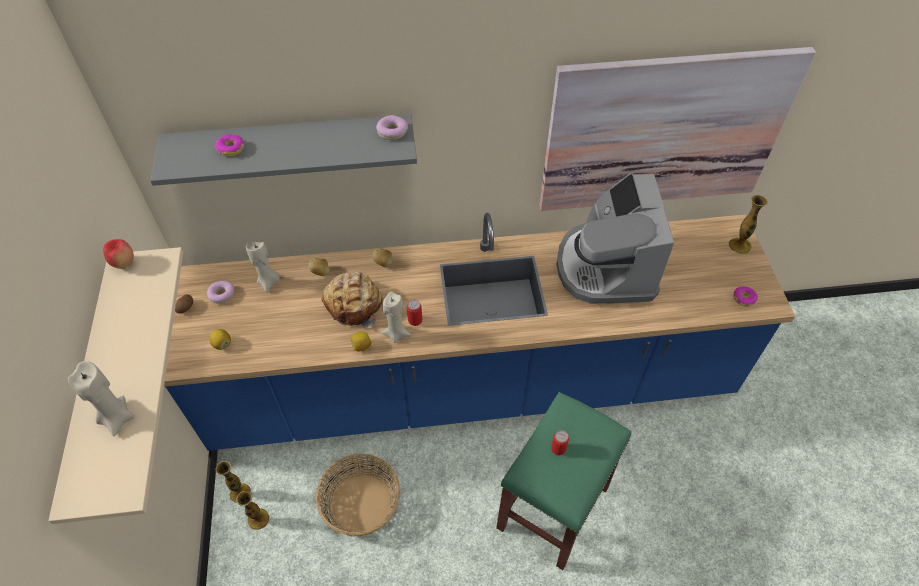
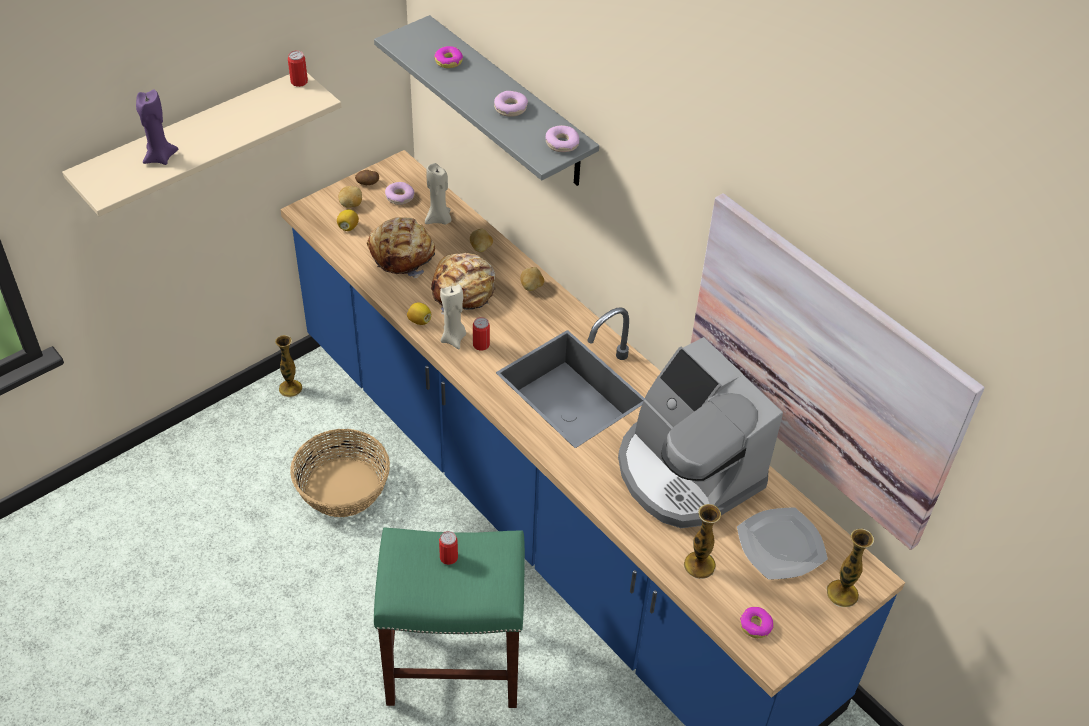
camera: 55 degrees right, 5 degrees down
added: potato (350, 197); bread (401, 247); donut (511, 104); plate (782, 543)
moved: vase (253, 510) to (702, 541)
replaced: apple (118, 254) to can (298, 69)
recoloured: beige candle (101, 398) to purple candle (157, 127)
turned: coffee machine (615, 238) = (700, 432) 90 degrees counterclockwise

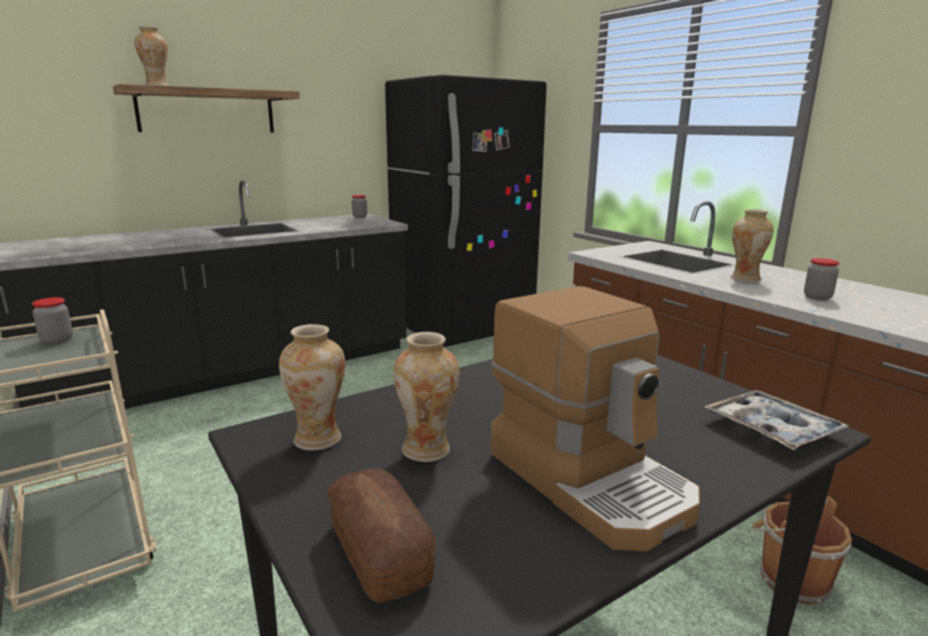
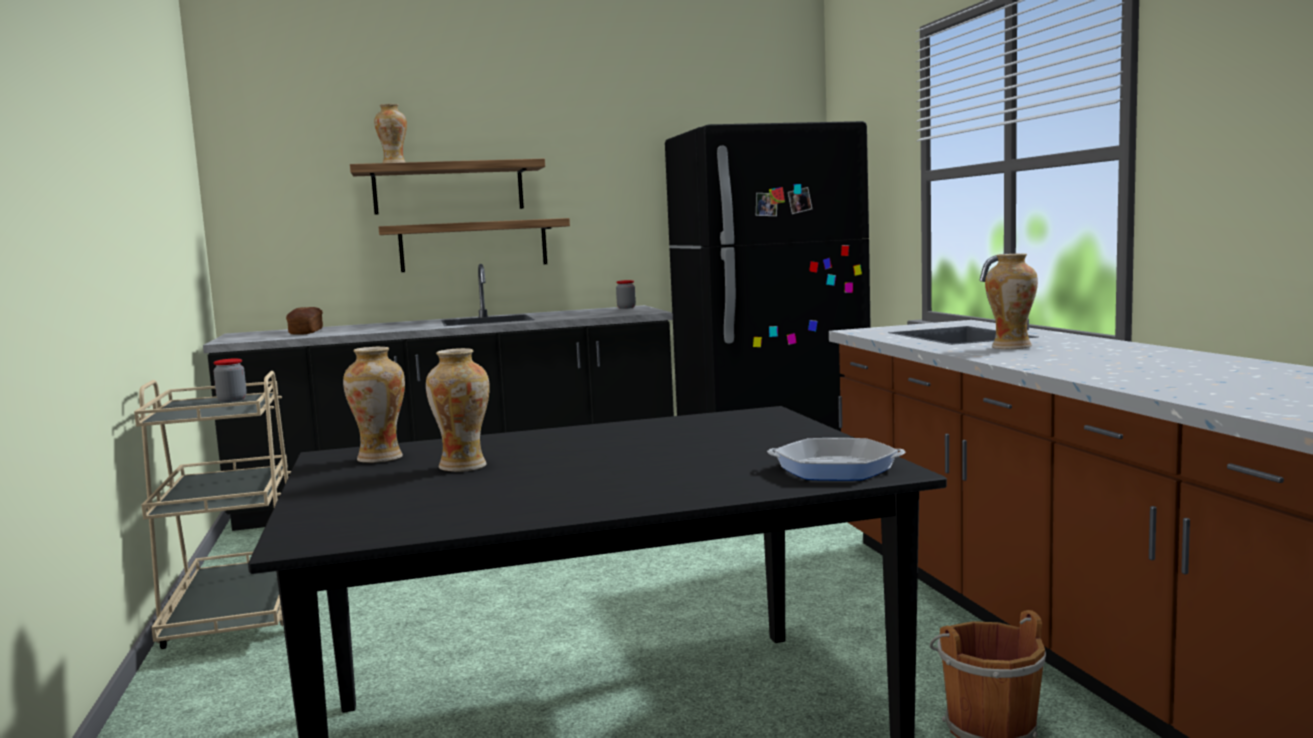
camera: 20 degrees right, 10 degrees down
removed: coffee machine (595, 418); jar (821, 279)
added: shelf (474, 245)
moved: bread (381, 535) to (304, 321)
replaced: tray (776, 420) to frying pan (836, 459)

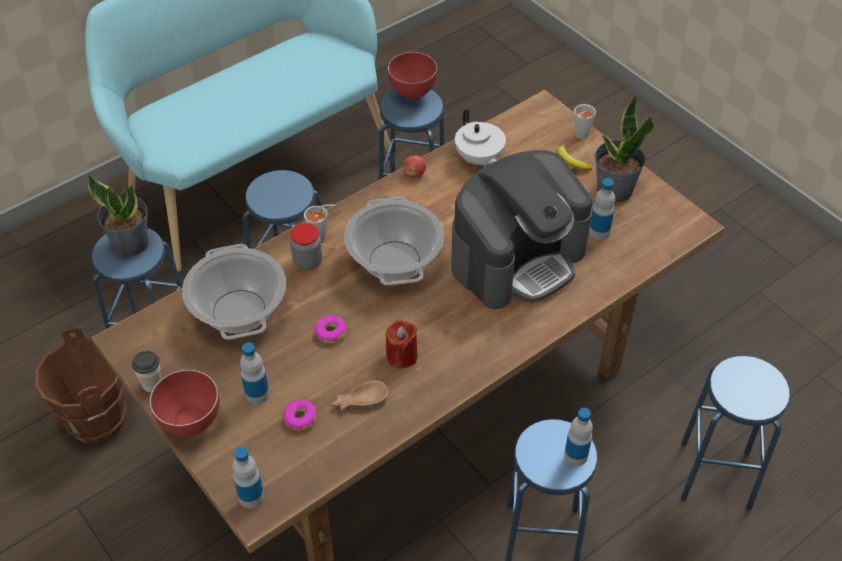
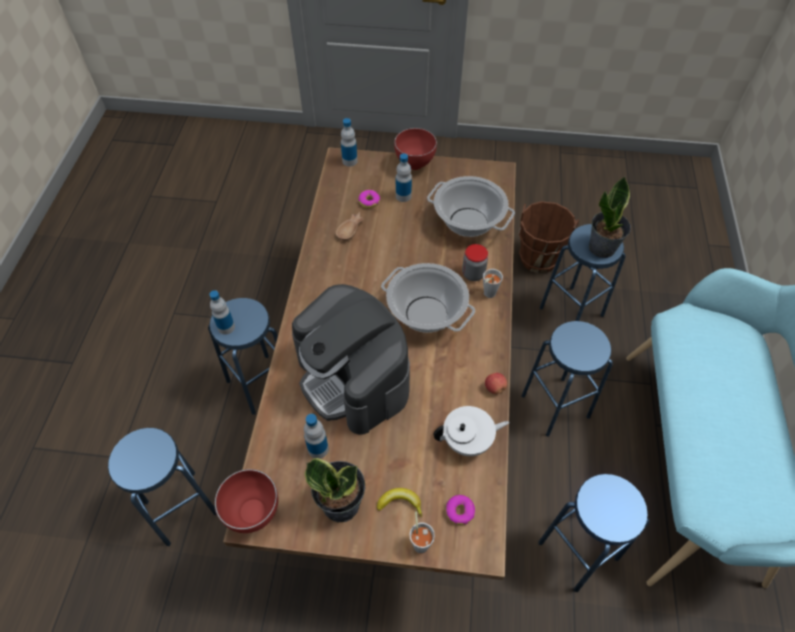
camera: 135 degrees right, 5 degrees up
removed: cup (147, 372); red candle (402, 344)
moved: red bowl (412, 76) to (246, 501); donut (330, 329) to (460, 510)
turned: coffee machine (522, 229) = (351, 359) 45 degrees counterclockwise; white teapot (480, 138) = (471, 431) 150 degrees clockwise

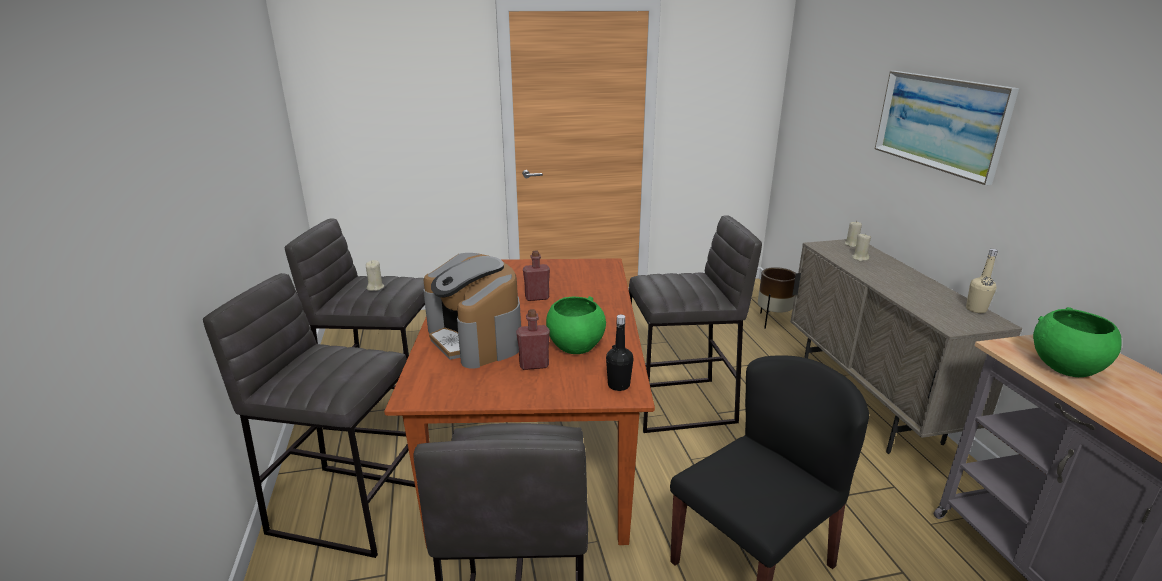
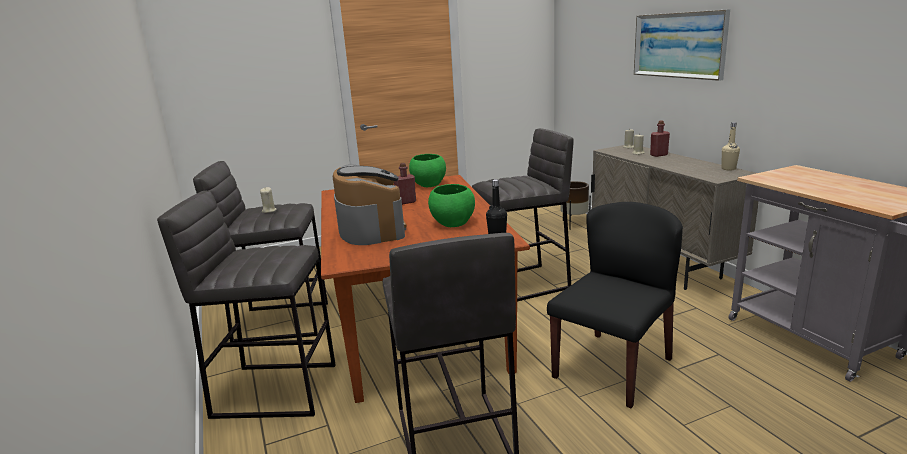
camera: 10 degrees left, 5 degrees down
moved: green bowl (1077, 342) to (427, 170); red bottle (533, 339) to (660, 139)
turned: coffee machine (472, 310) = (369, 204) 150 degrees counterclockwise

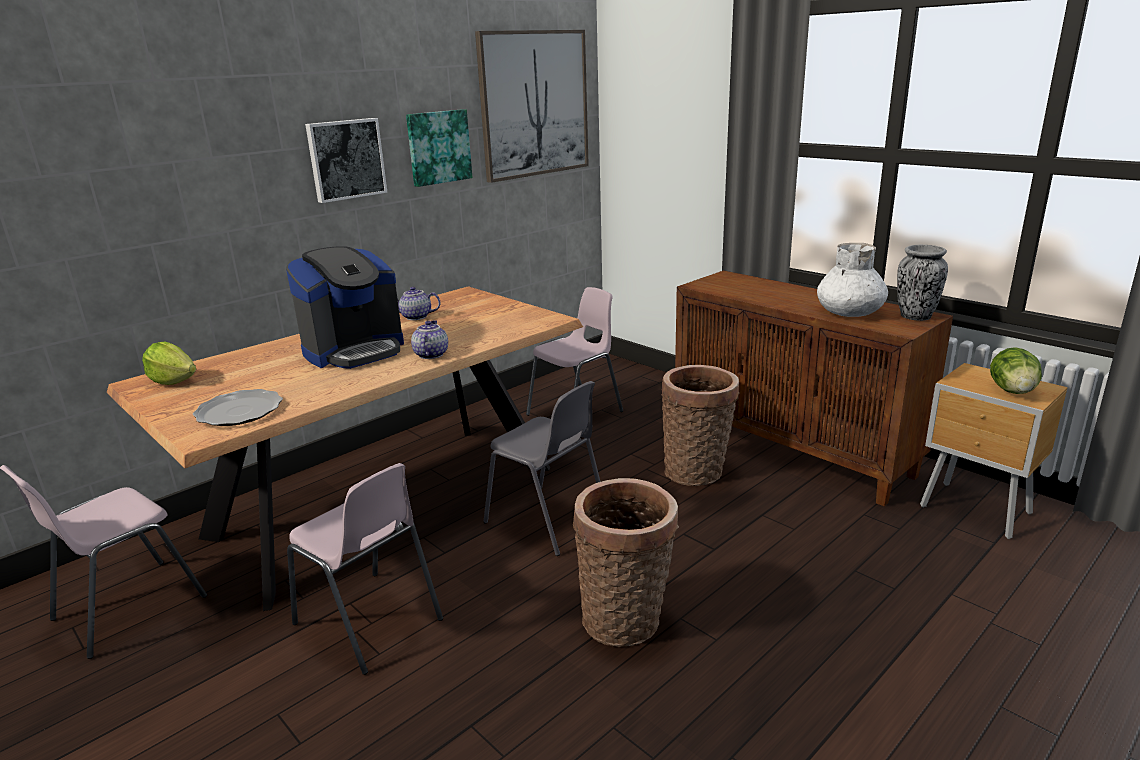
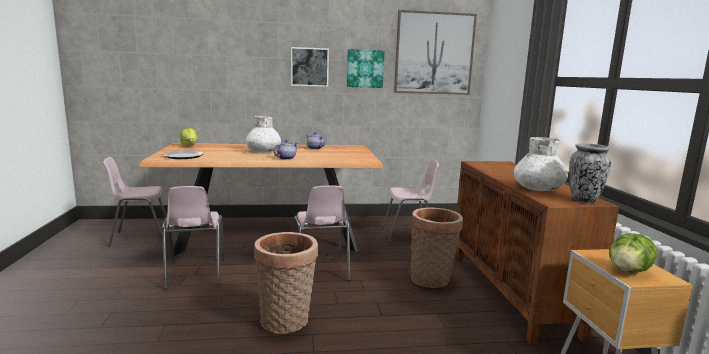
camera: 35 degrees right, 10 degrees down
replaced: coffee machine (345, 307) to white vase (263, 134)
recoloured: grey chair (541, 468) to pink chair (322, 233)

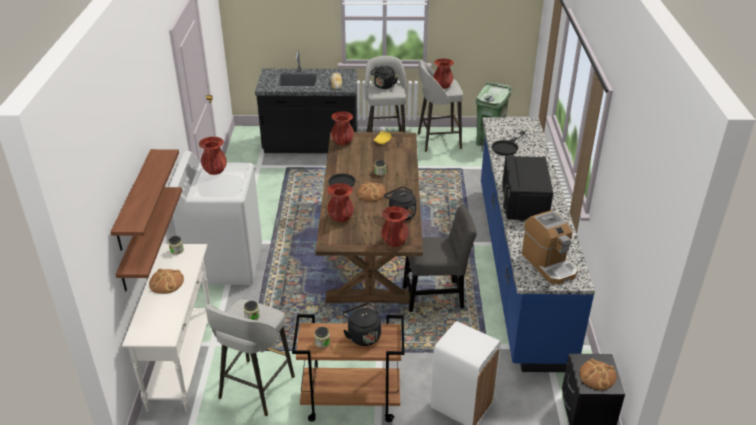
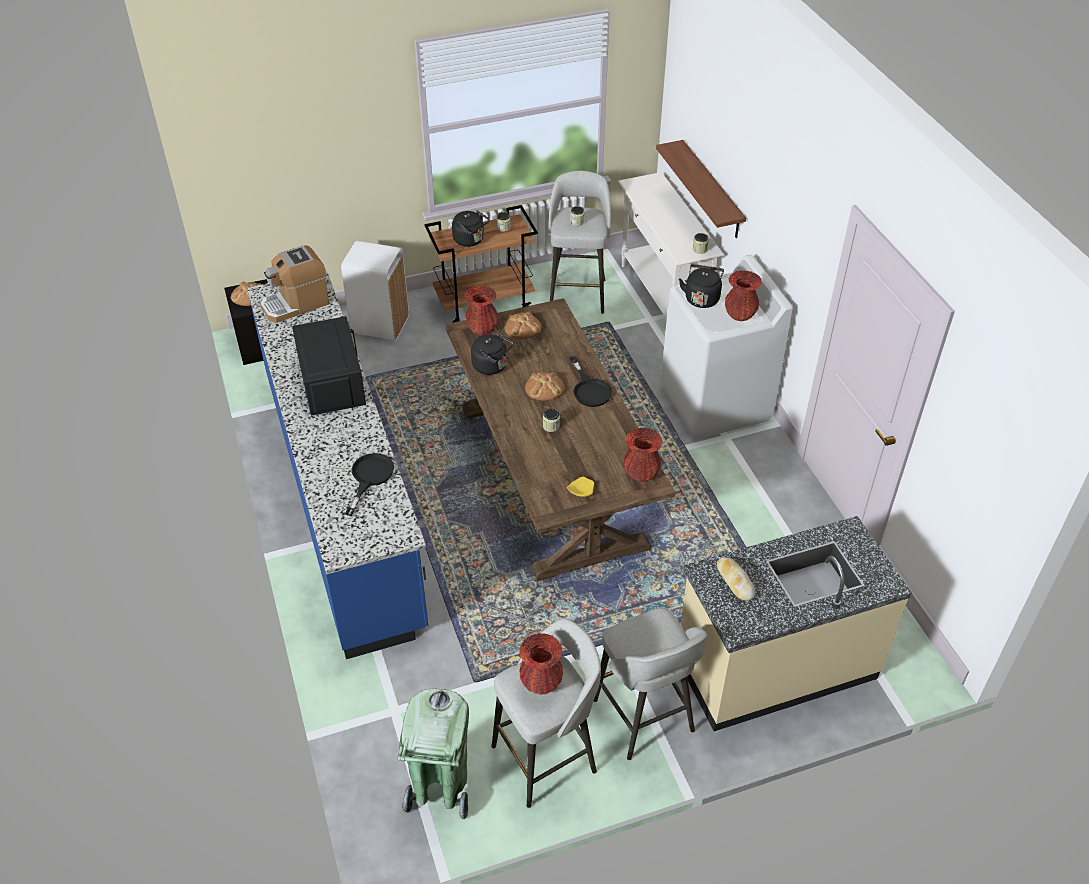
camera: 160 degrees right, 10 degrees up
removed: shelf (145, 200); red vase (340, 202); grey chair (440, 258)
moved: bread (166, 281) to (523, 325); black kettle (384, 77) to (701, 286)
recoloured: black counter (306, 101) to beige counter (796, 623)
turned: coffee machine (550, 247) = (294, 284) 75 degrees counterclockwise

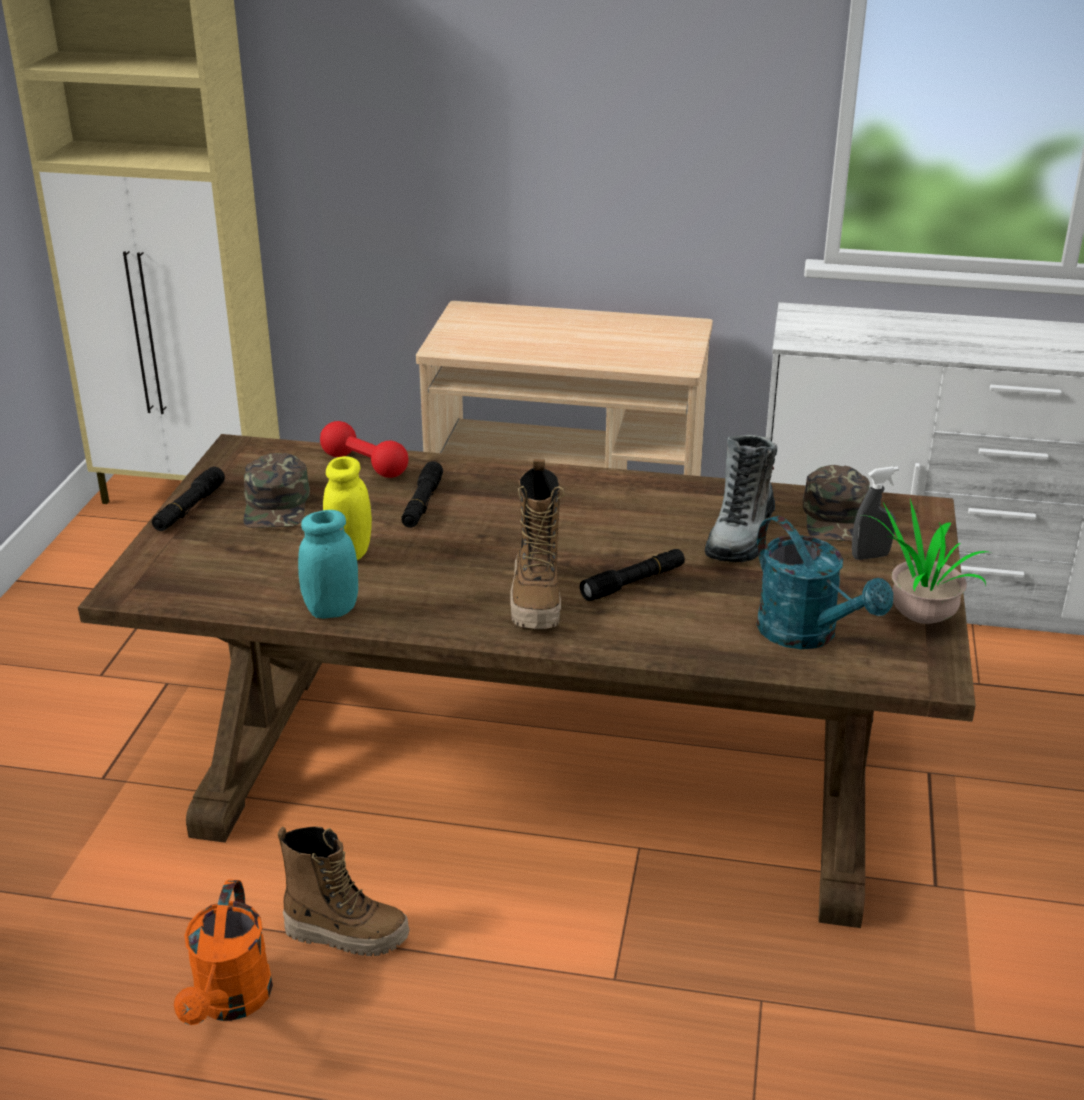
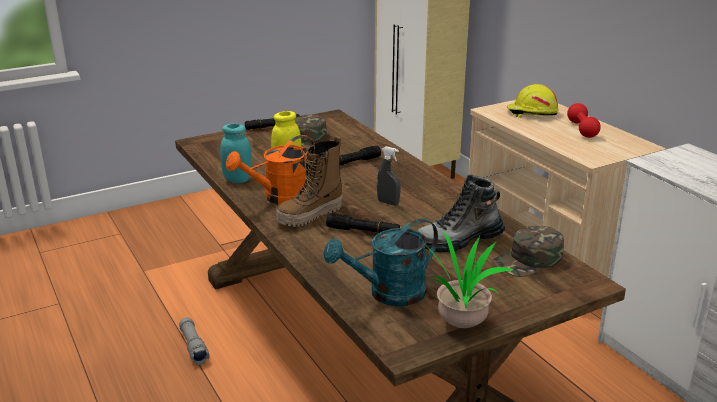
camera: 50 degrees right, 5 degrees down
added: yellow hard hat (532, 101)
moved: orange watering can (223, 952) to (270, 170); grey spray bottle (875, 513) to (389, 176); red dumbbell (364, 449) to (584, 120)
replaced: boot (344, 891) to grey flashlight (194, 341)
turned: turquoise watering can (824, 582) = (380, 262) 45 degrees clockwise

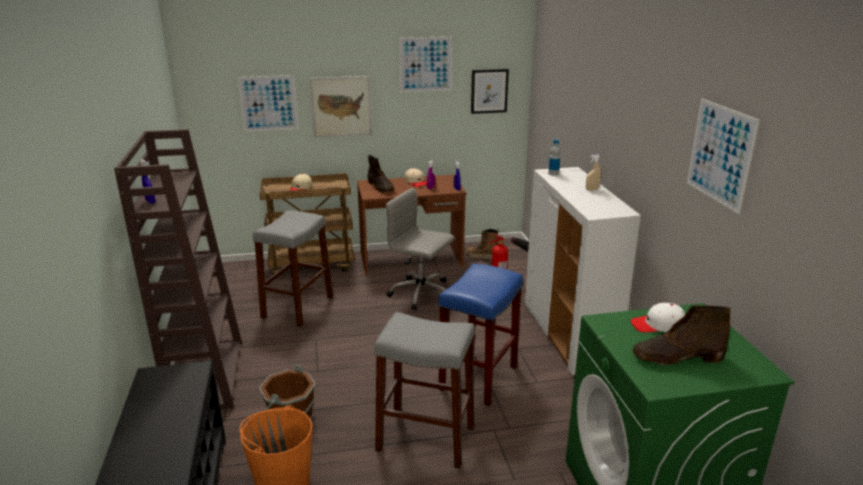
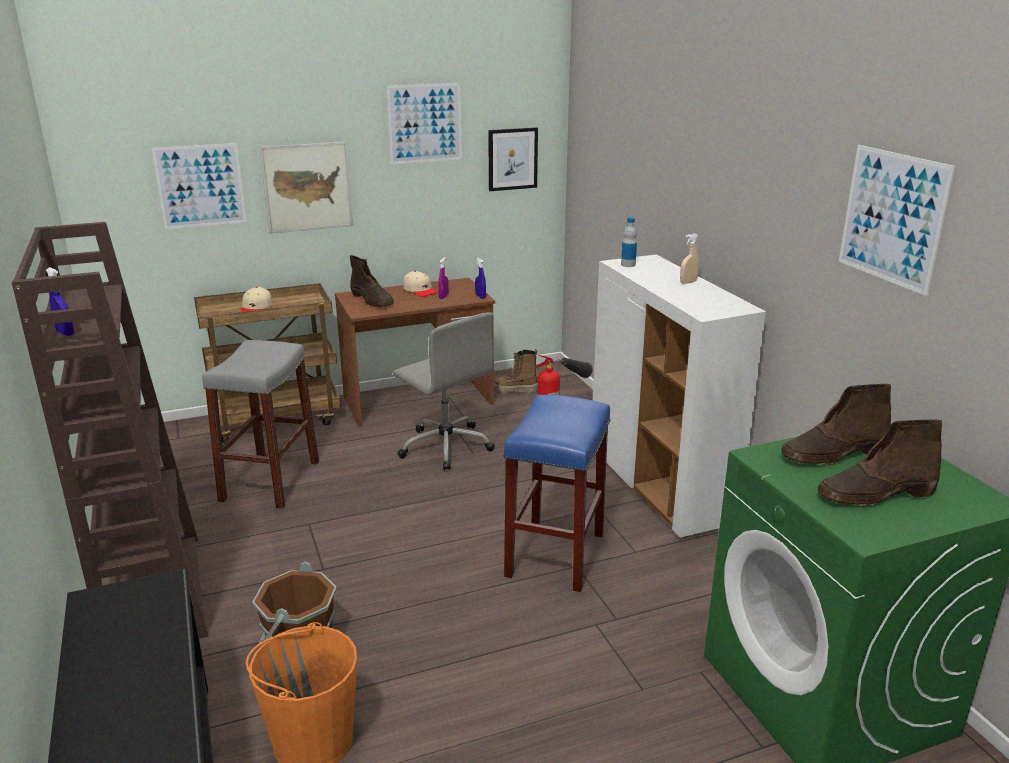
camera: 10 degrees left, 0 degrees up
removed: grey stool (424, 390)
replaced: white cap (658, 317) to brown boot (836, 424)
turned: grey office chair (420, 249) = (444, 391) 150 degrees counterclockwise

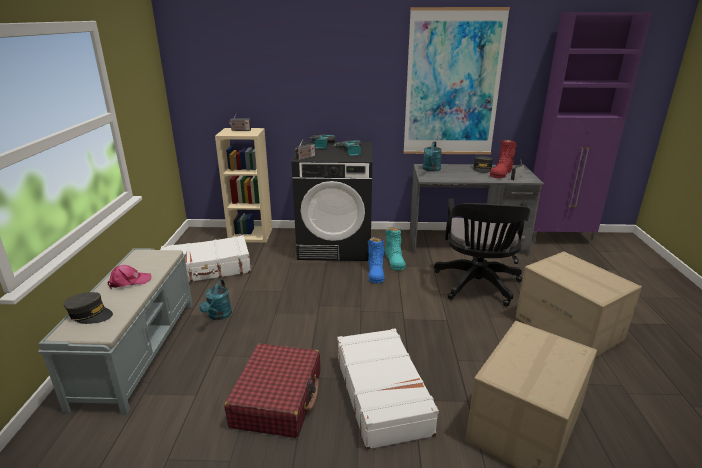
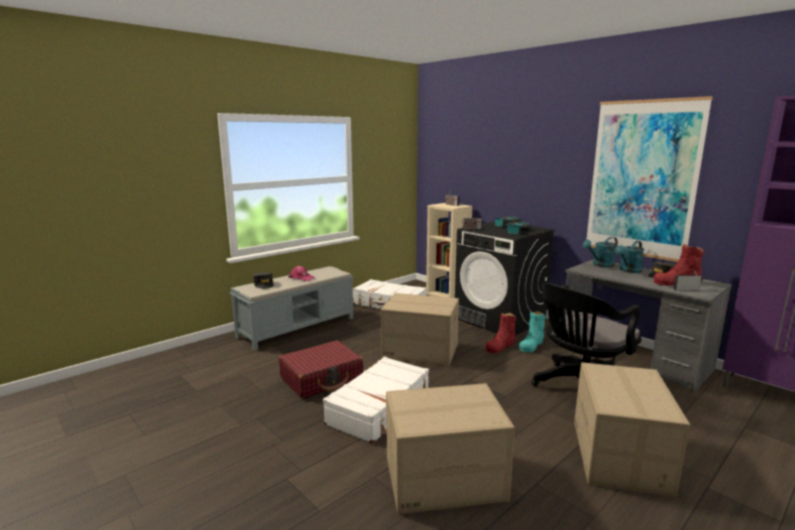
camera: 45 degrees right, 10 degrees down
added: cardboard box (420, 329)
moved: turquoise watering can (215, 300) to (630, 257)
recoloured: blue boot (376, 260) to red boot (500, 333)

